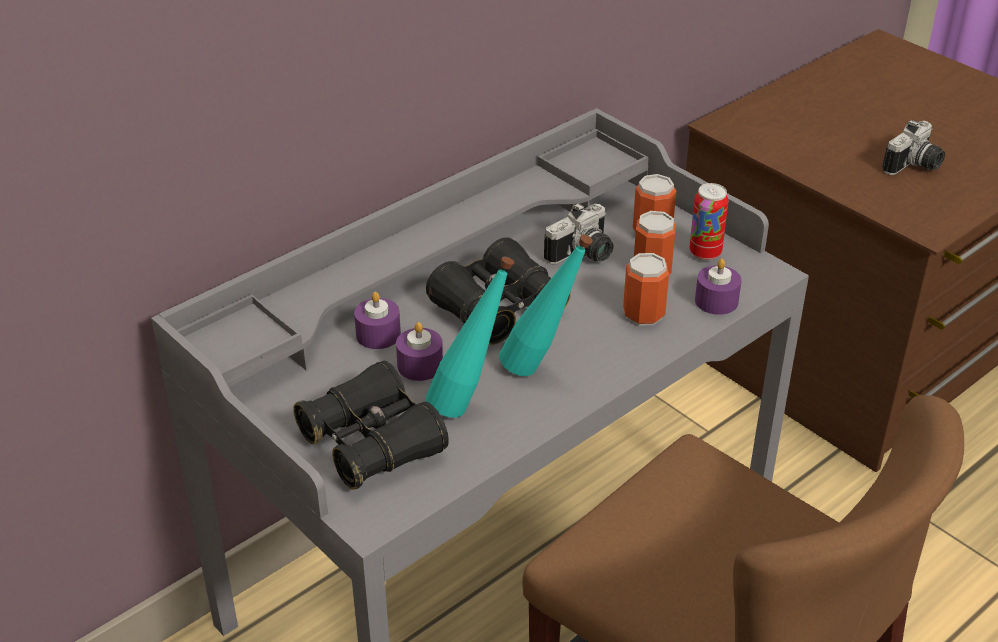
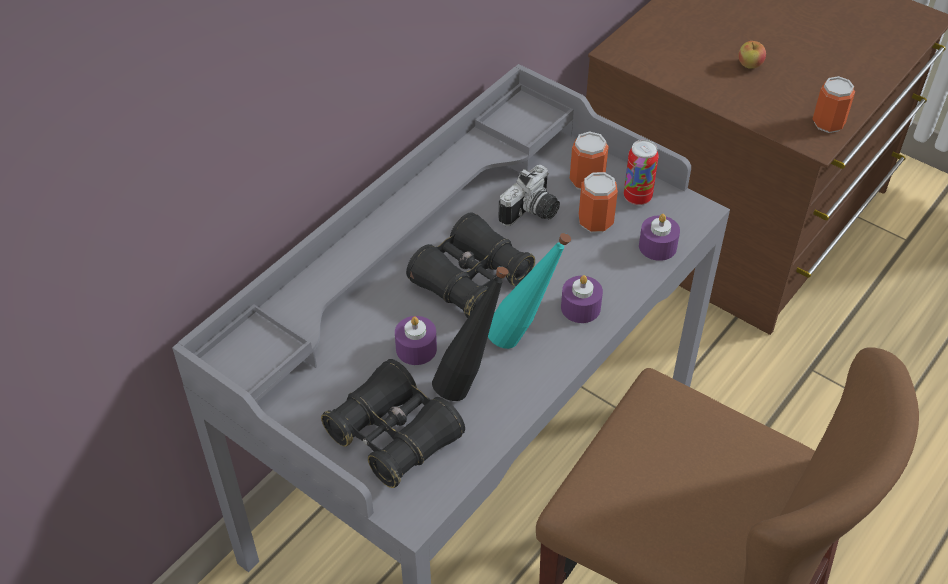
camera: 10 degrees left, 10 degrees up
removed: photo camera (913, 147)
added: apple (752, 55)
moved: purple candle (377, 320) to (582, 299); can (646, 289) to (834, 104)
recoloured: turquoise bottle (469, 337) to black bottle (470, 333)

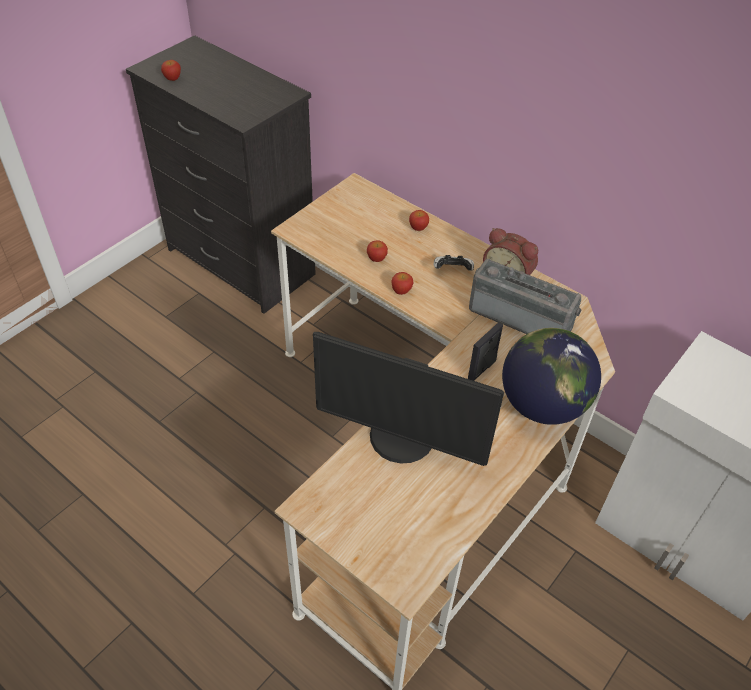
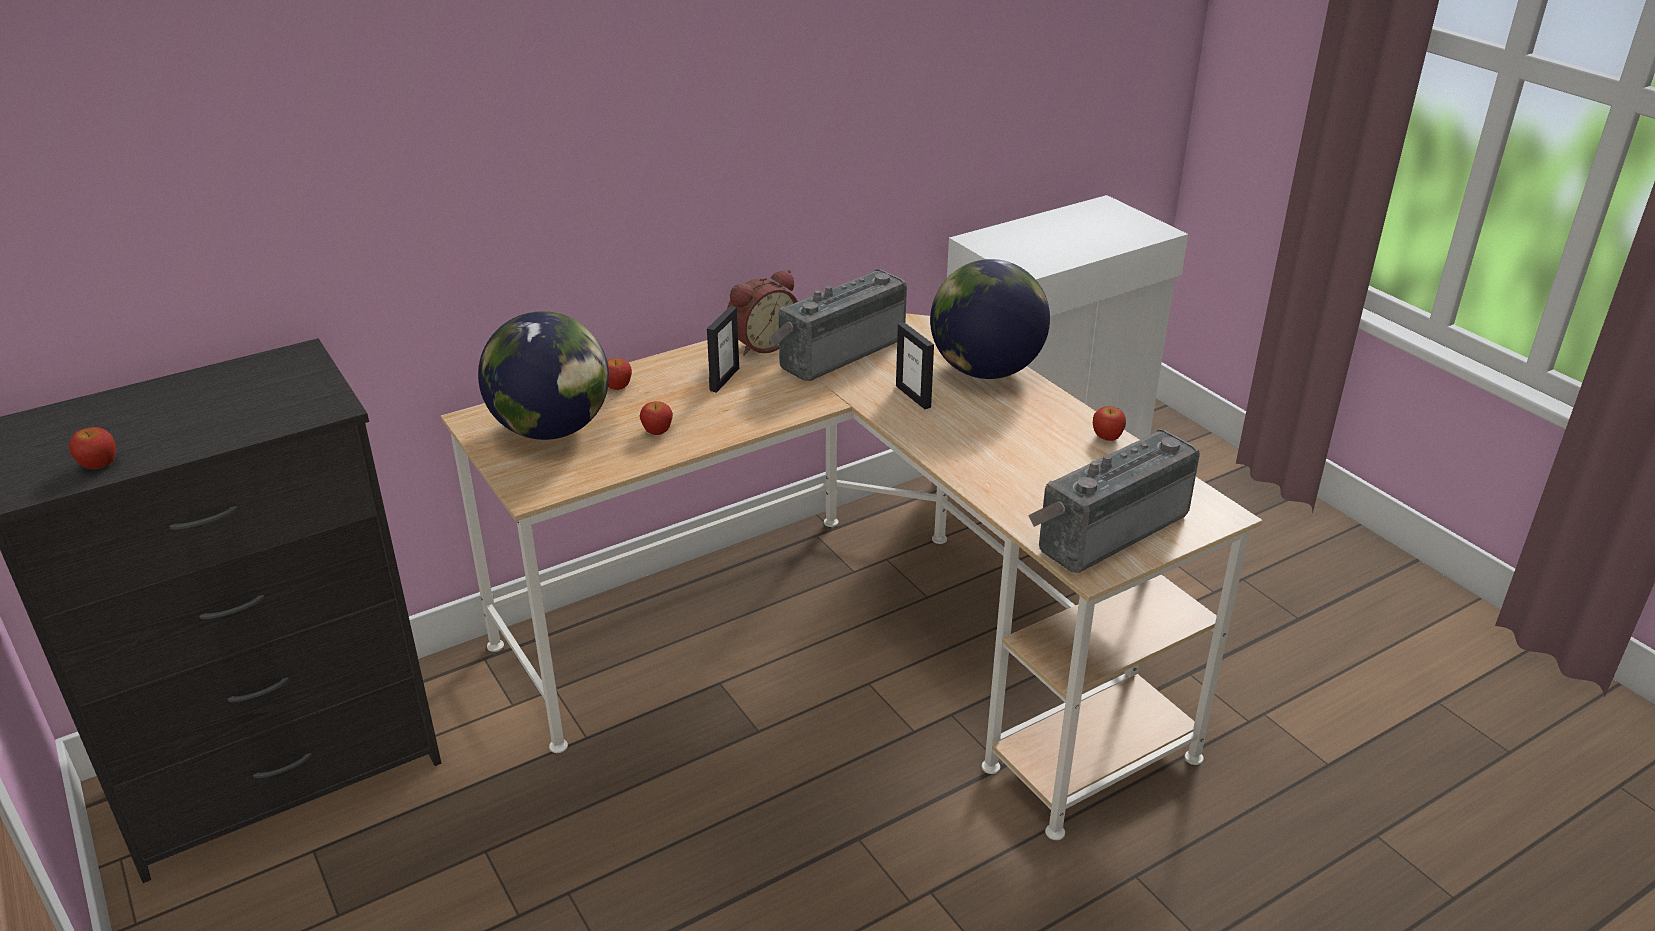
camera: 70 degrees left, 15 degrees down
removed: monitor (408, 399)
added: globe (543, 375); radio (1114, 501)
moved: apple (402, 283) to (1109, 423)
replaced: game controller (454, 263) to picture frame (723, 349)

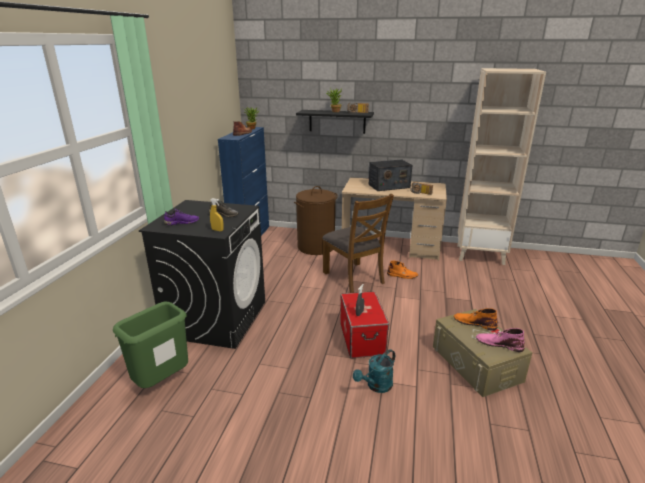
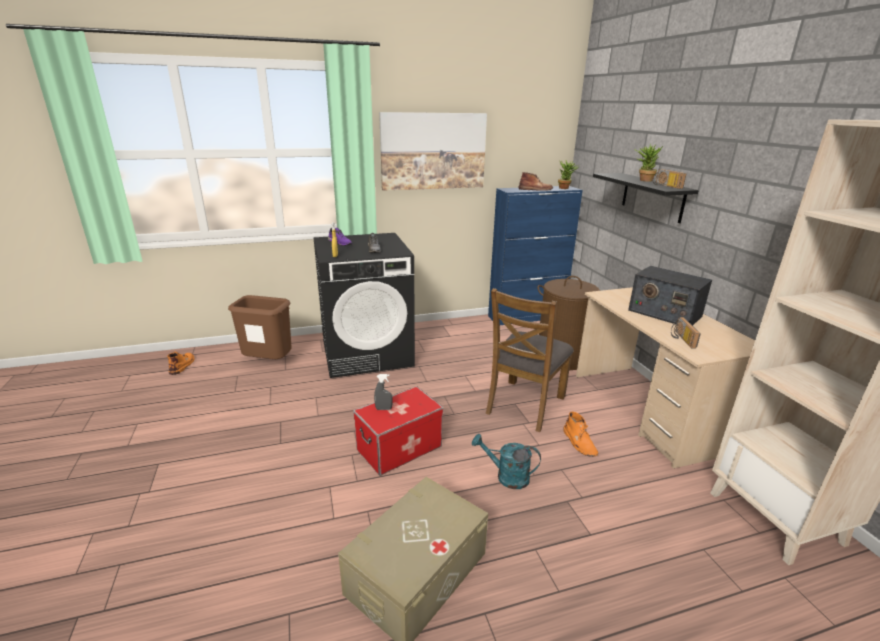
camera: 60 degrees right, 0 degrees up
removed: pink boot (500, 340)
added: picture (433, 151)
moved: orange boot (476, 319) to (180, 363); turquoise watering can (374, 371) to (506, 461)
recoloured: green trash can (150, 344) to brown trash can (260, 327)

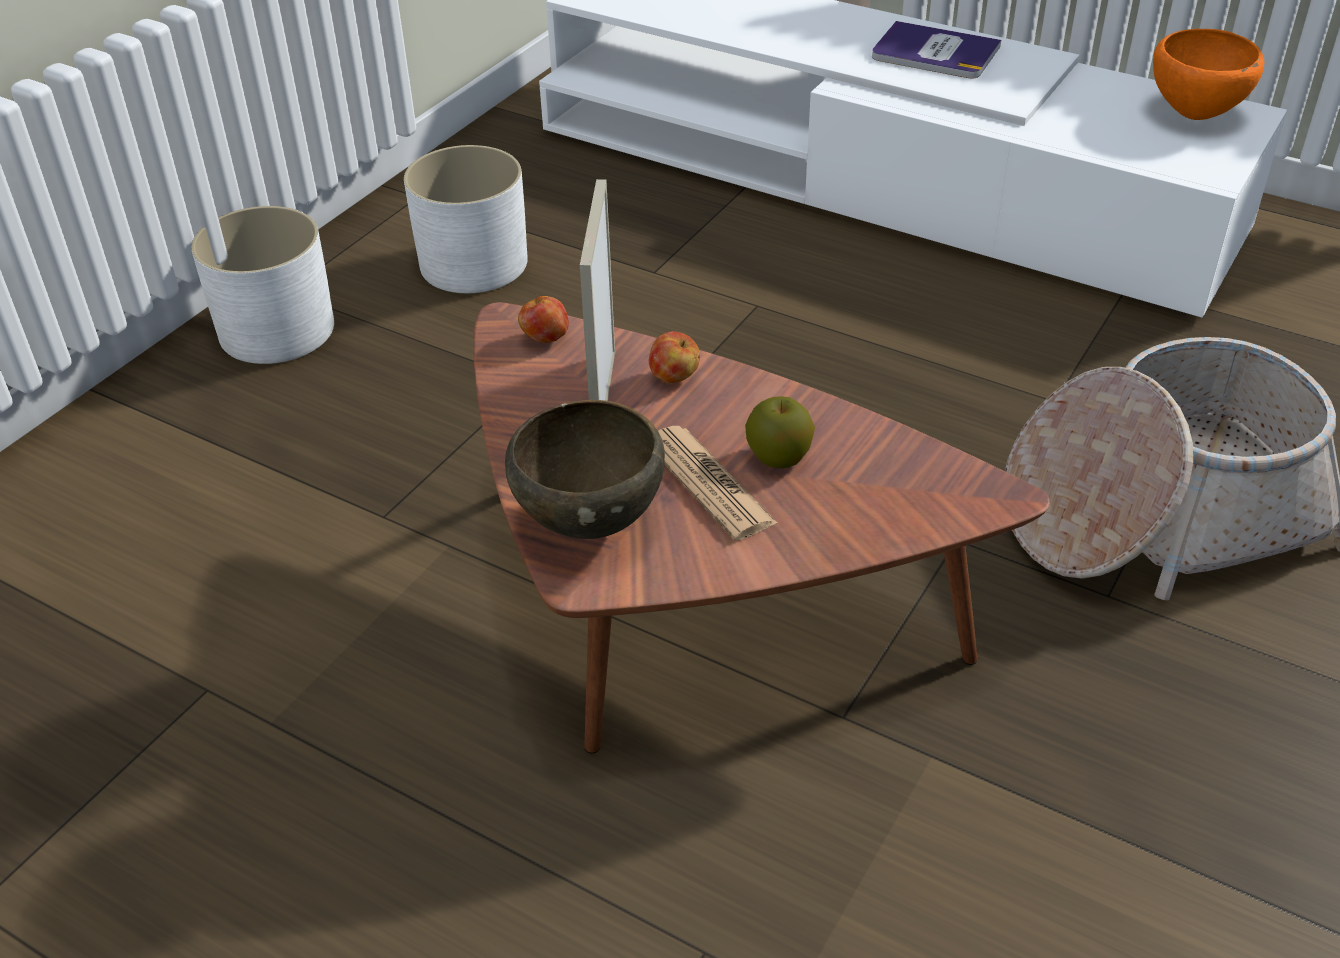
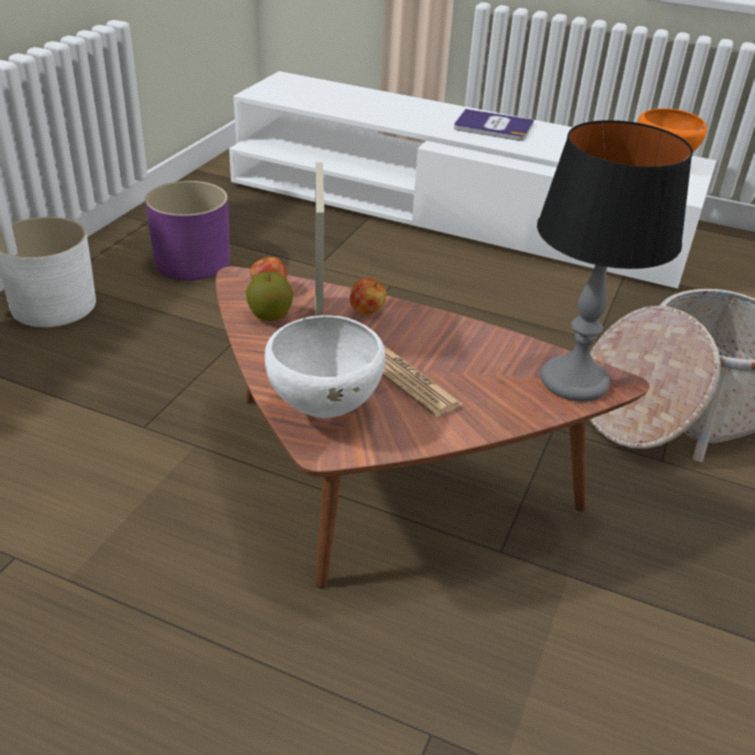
camera: 10 degrees left, 5 degrees down
added: table lamp (615, 261)
moved: apple (780, 432) to (270, 296)
recoloured: white planter (466, 219) to purple planter (187, 231); brown bowl (585, 469) to white bowl (325, 366)

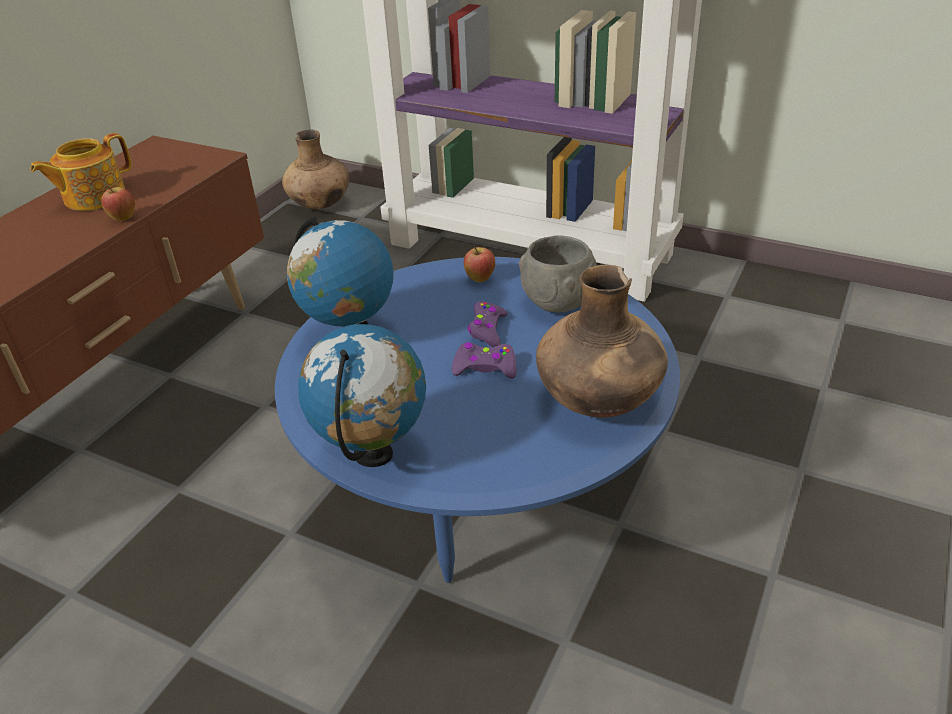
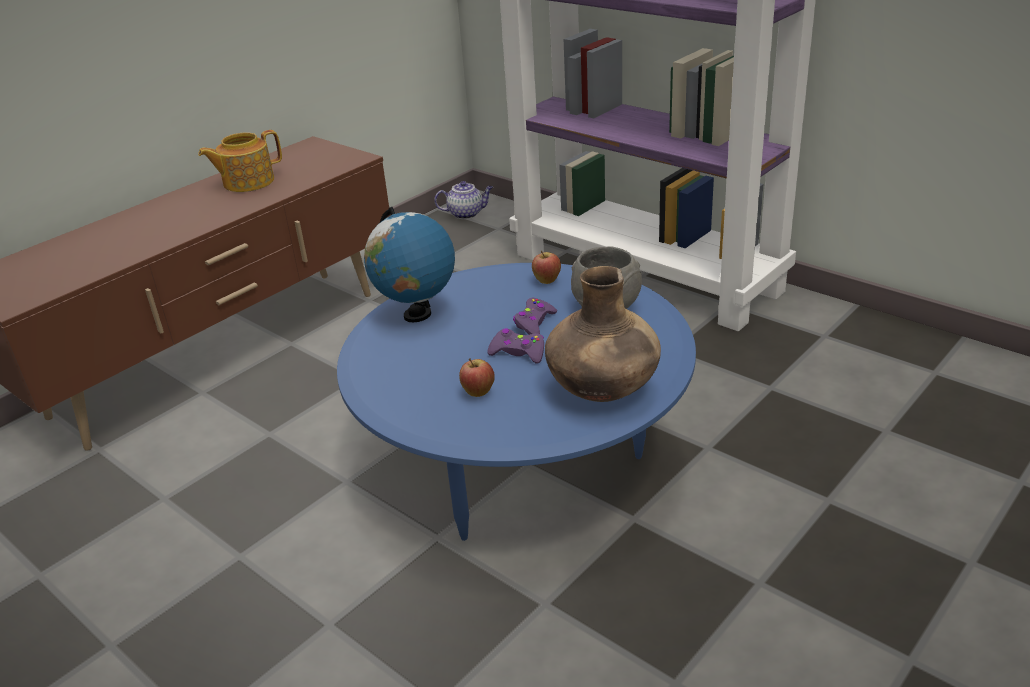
camera: 15 degrees right, 5 degrees down
removed: globe (362, 395)
moved: apple (118, 203) to (477, 377)
replaced: brown vase (315, 169) to teapot (463, 200)

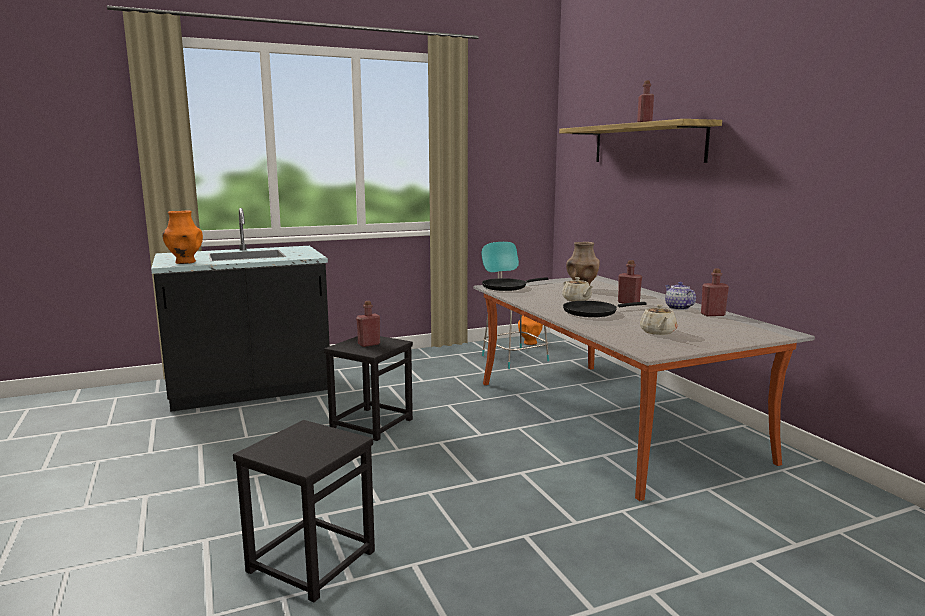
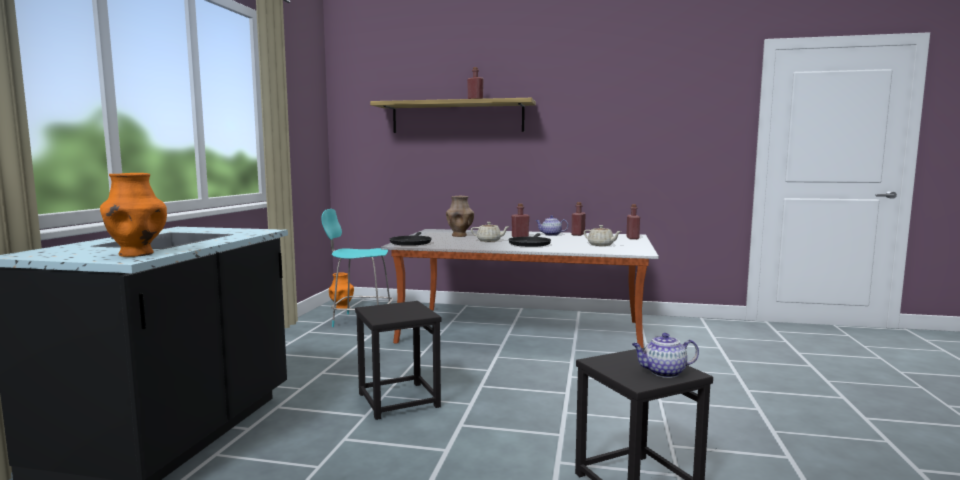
camera: 55 degrees left, 5 degrees down
added: teapot (665, 355)
moved: red bottle (368, 324) to (633, 221)

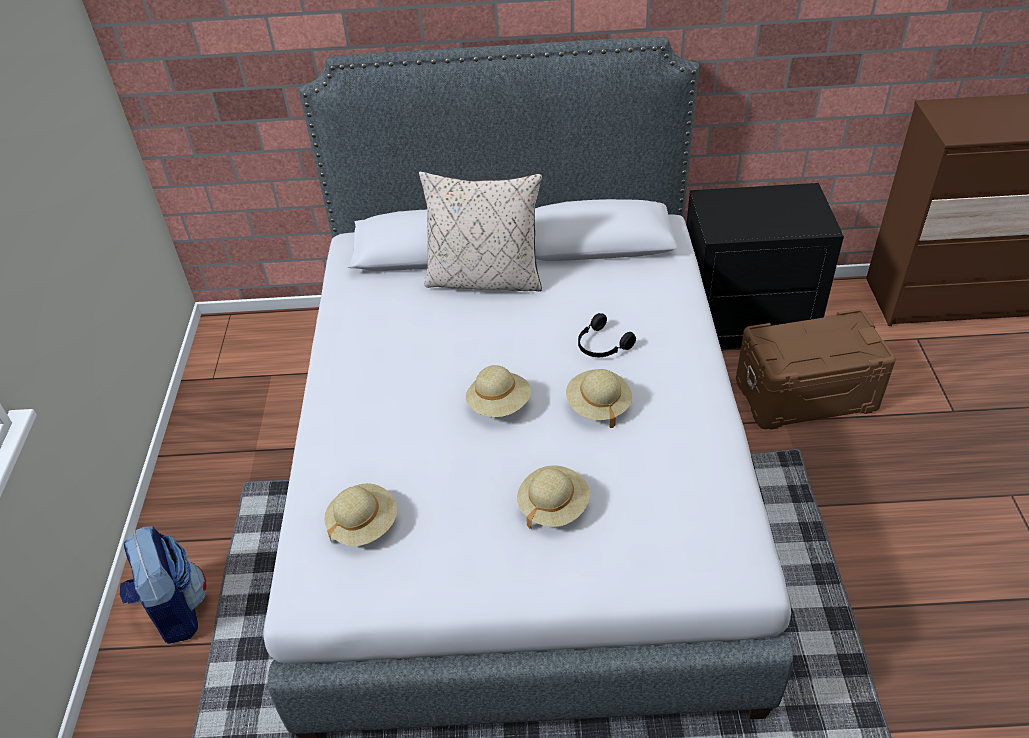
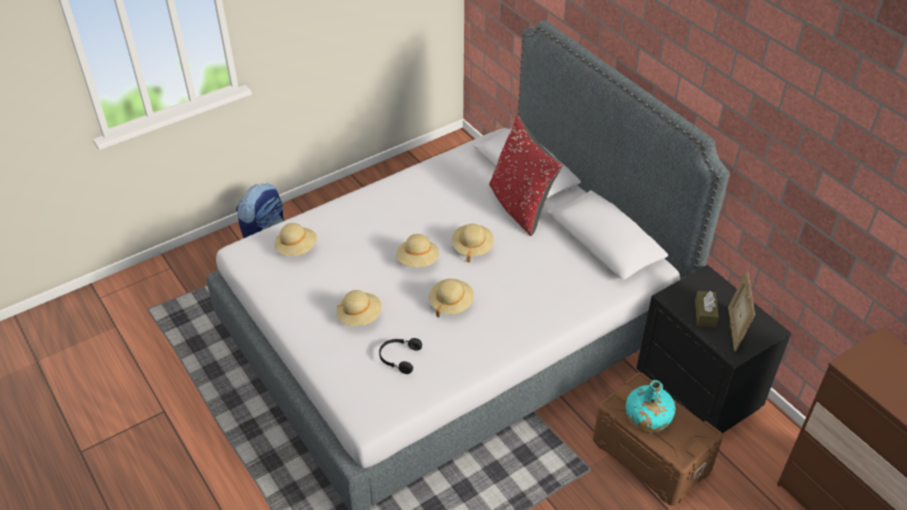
camera: 55 degrees right, 0 degrees up
added: beige hat (473, 243); turquoise bottle (651, 406); brown tissue box (707, 308); picture frame (741, 311)
moved: black headphones (607, 335) to (400, 356)
recoloured: beige pillow (480, 231) to red pillow (526, 175)

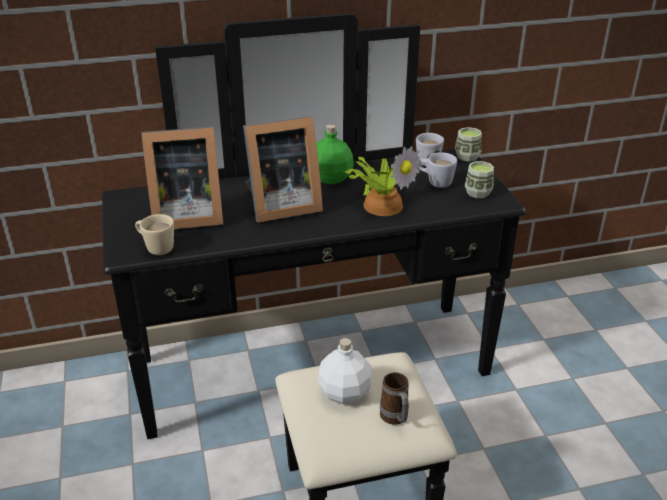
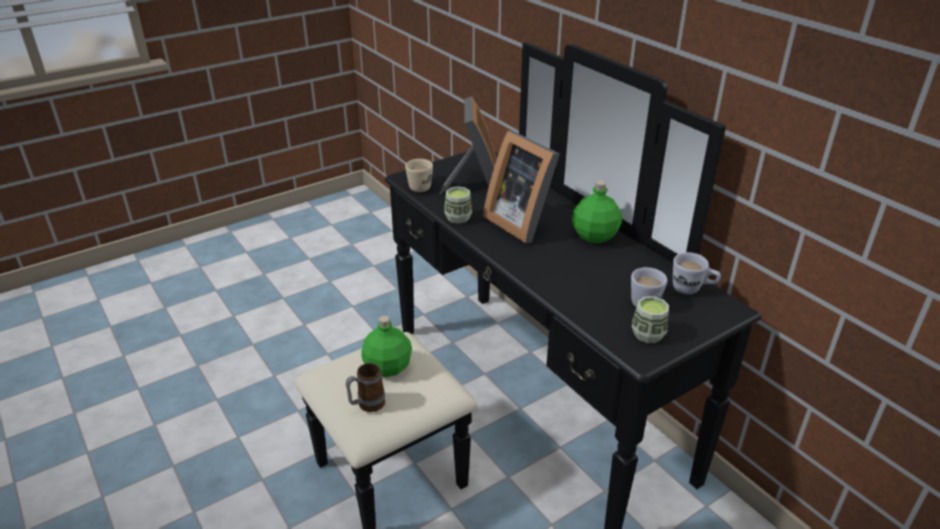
camera: 70 degrees right, 0 degrees up
removed: potted plant (382, 181)
moved: cup (468, 144) to (458, 205)
recoloured: white bottle (345, 371) to green bottle (386, 346)
turned: picture frame (182, 178) = (468, 145) 150 degrees counterclockwise

